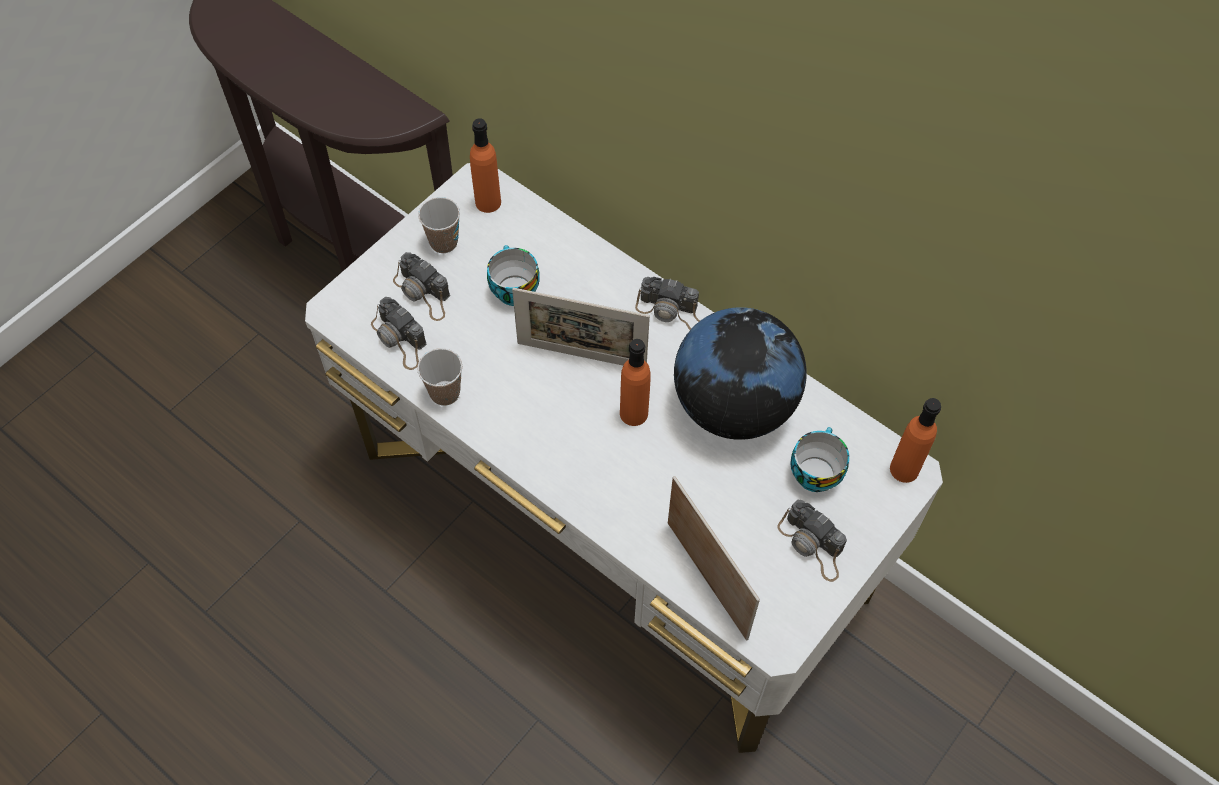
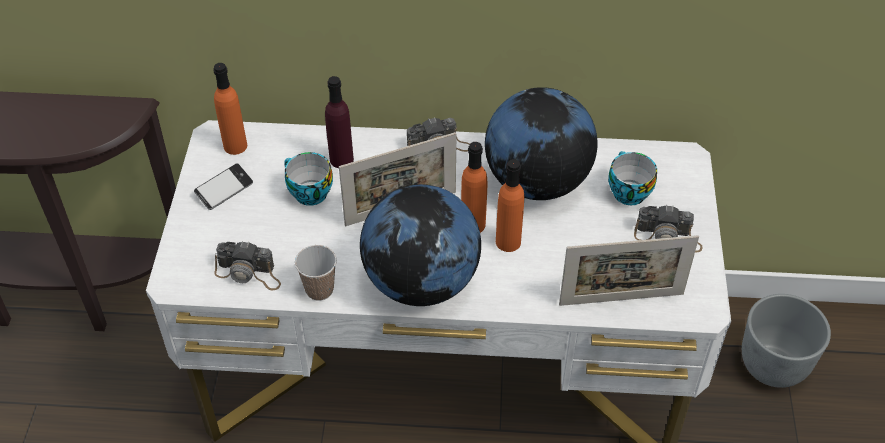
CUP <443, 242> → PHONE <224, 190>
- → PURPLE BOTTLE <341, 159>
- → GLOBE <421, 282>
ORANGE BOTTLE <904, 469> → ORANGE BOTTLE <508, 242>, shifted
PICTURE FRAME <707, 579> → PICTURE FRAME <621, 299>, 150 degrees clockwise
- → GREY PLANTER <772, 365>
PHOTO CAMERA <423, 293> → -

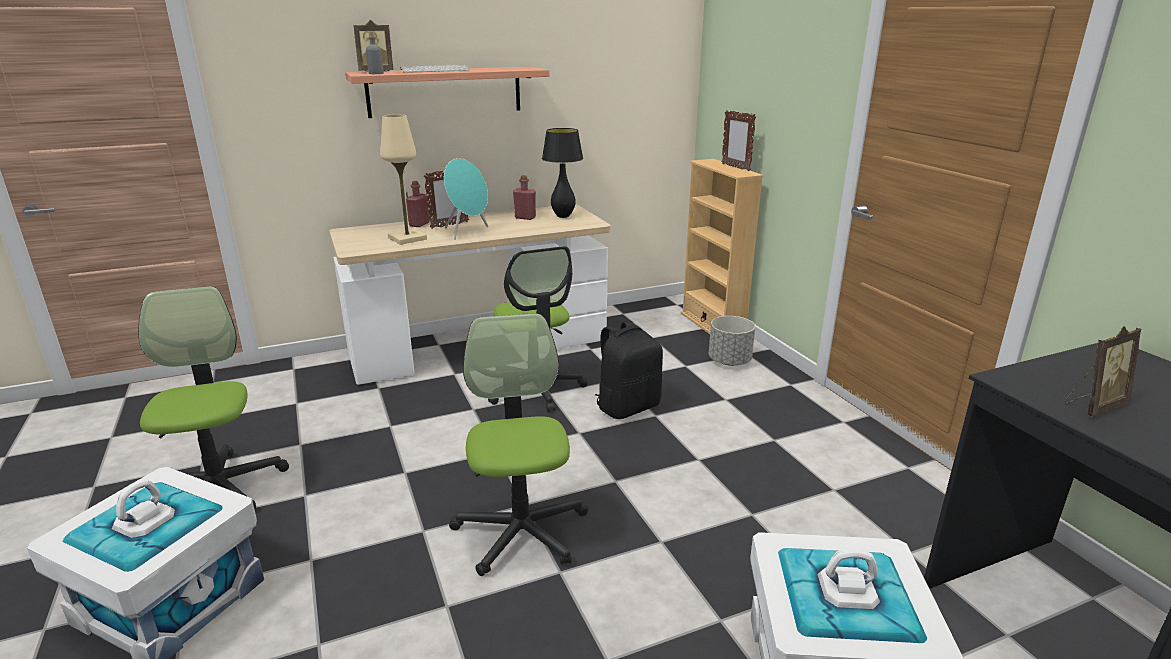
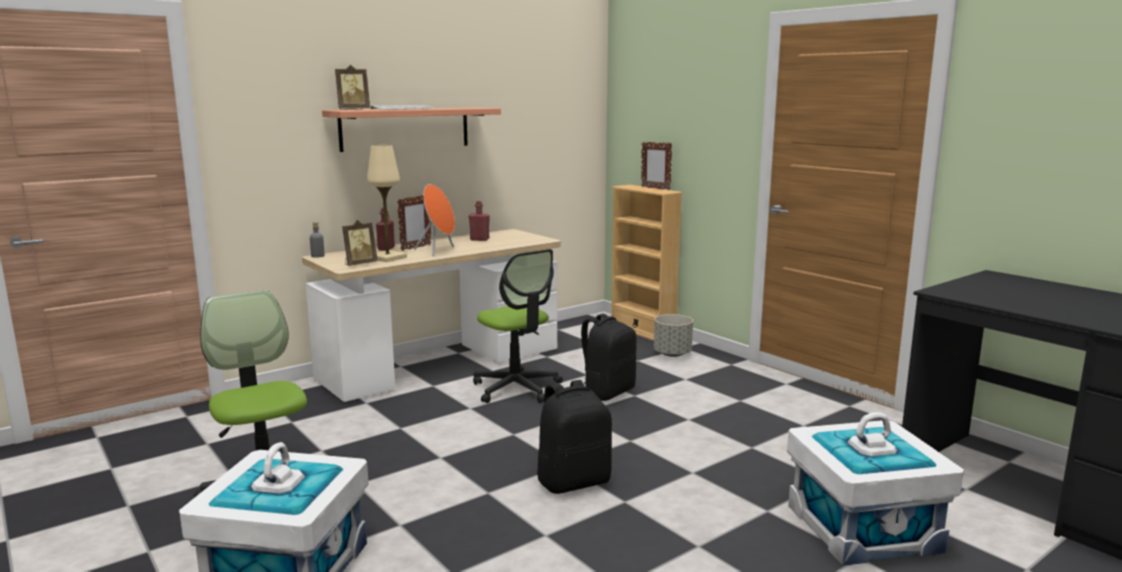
GREY BOTTLE <376, 73> → GREY BOTTLE <317, 256>, shifted
PICTURE FRAME <1093, 405> → PICTURE FRAME <359, 264>, shifted
TURQUOISE SPEAKER <467, 232> → ORANGE SPEAKER <438, 251>
OFFICE CHAIR <521, 531> → BLACK BACKPACK <574, 481>
BLACK TABLE LAMP <563, 216> → -

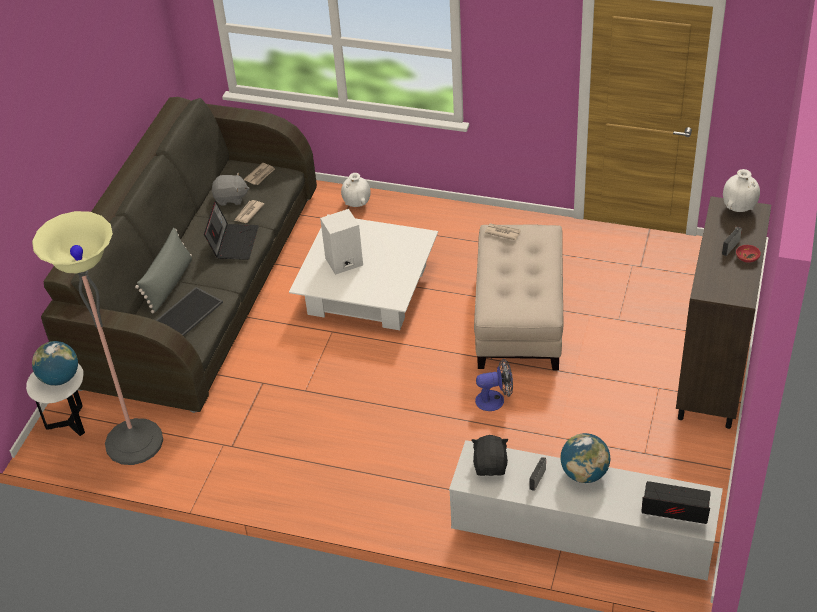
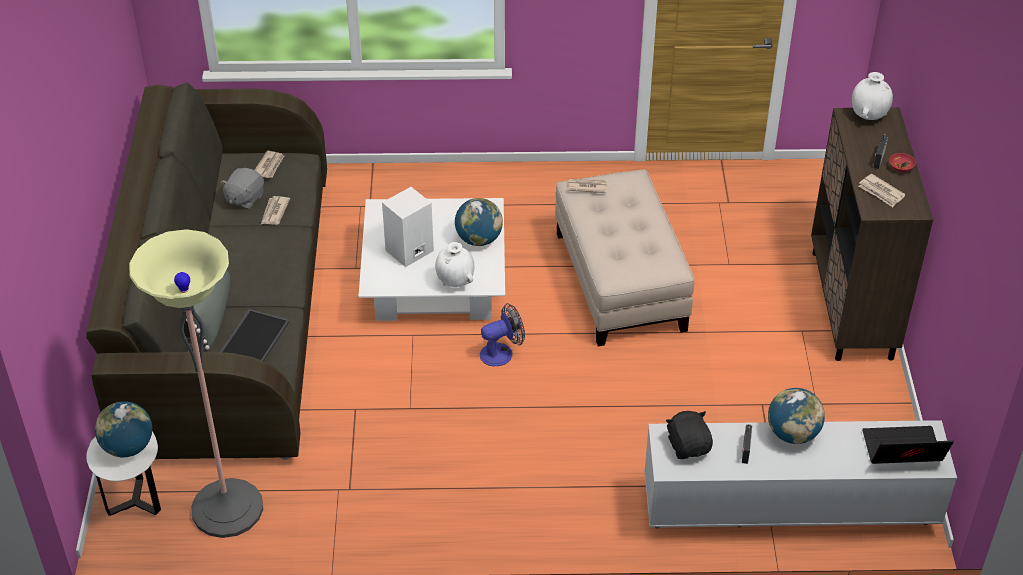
GREY PLUSH TOY <231, 198> → GREY PLUSH TOY <244, 198>, 135 degrees clockwise
WHITE VASE <357, 204> → WHITE VASE <455, 282>, shifted
- → GLOBE <479, 239>
FAN <495, 400> → FAN <502, 352>, shifted
- → NEWSPAPER <881, 192>
LAPTOP <233, 242> → -

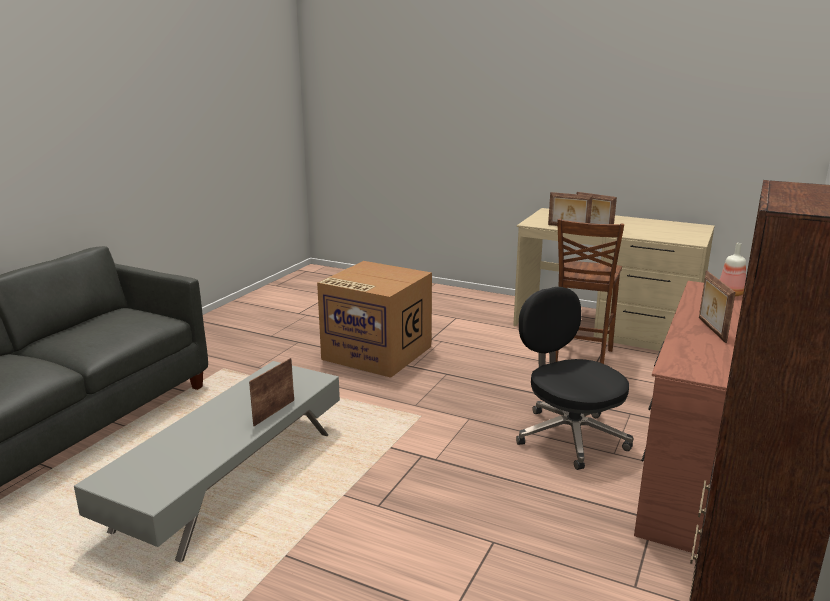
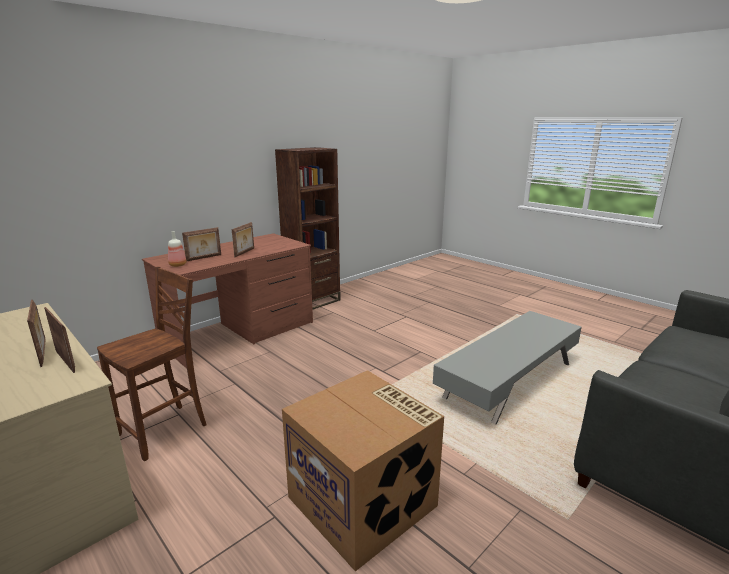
PICTURE FRAME <273, 412> → PICTURE FRAME <204, 258>, shifted
BLACK OFFICE CHAIR <569, 436> → -

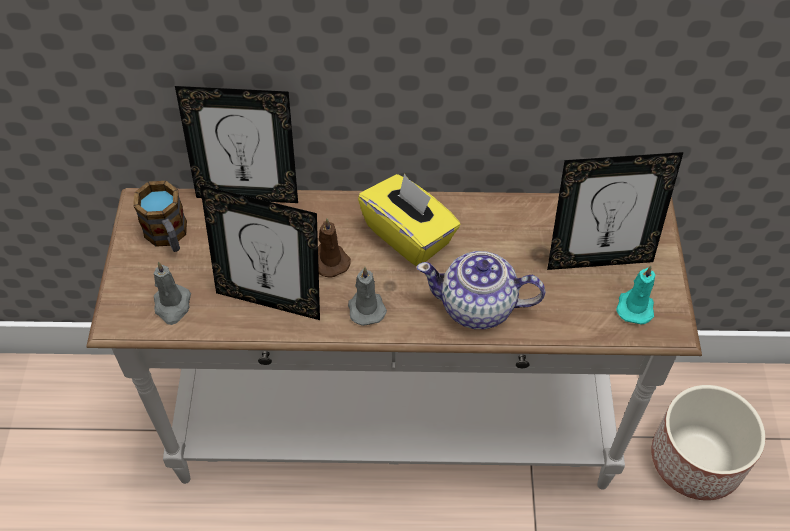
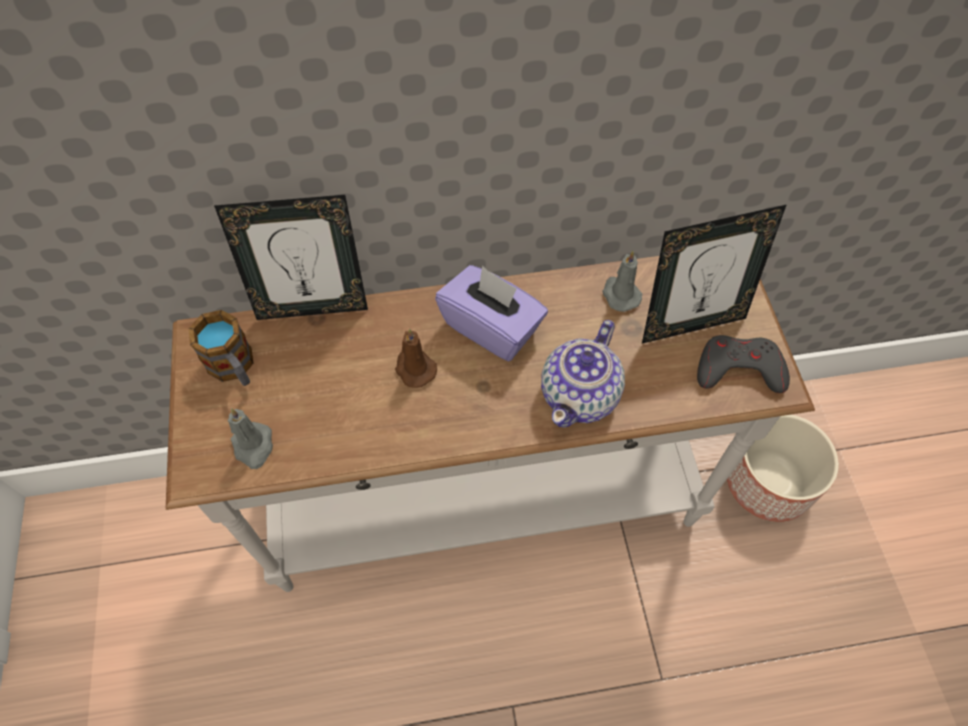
YELLOW TISSUE BOX <409, 235> → PURPLE TISSUE BOX <492, 327>
TEAPOT <478, 307> → TEAPOT <580, 395>, 60 degrees counterclockwise
GREY CANDLE <366, 307> → GREY CANDLE <620, 294>, shifted
TURQUOISE CANDLE <635, 306> → GREY GAME CONTROLLER <738, 369>
PICTURE FRAME <270, 299> → -

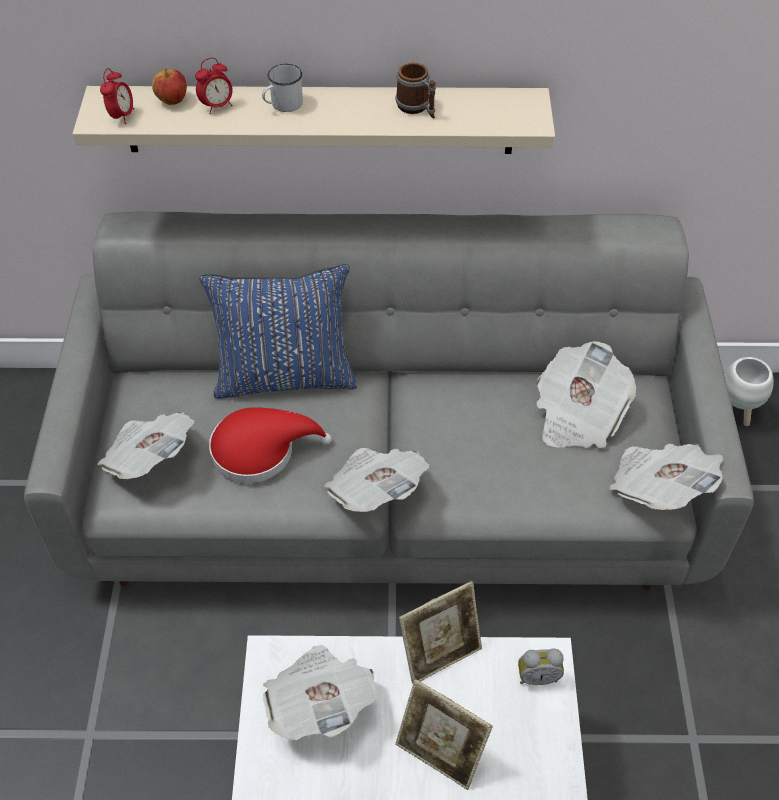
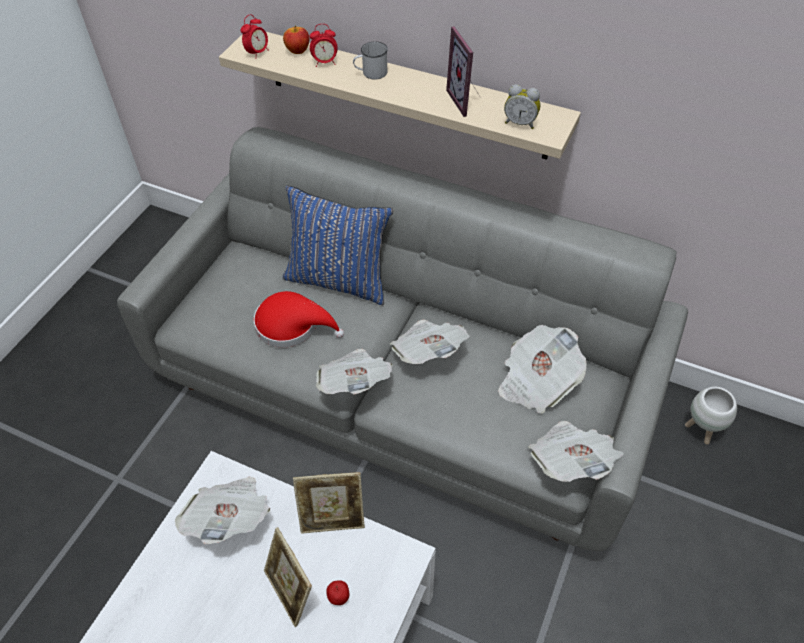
- → APPLE <339, 598>
NEWSPAPER <150, 458> → NEWSPAPER <428, 352>, shifted
MUG <417, 108> → PICTURE FRAME <467, 100>
ALARM CLOCK <537, 676> → ALARM CLOCK <520, 123>, shifted

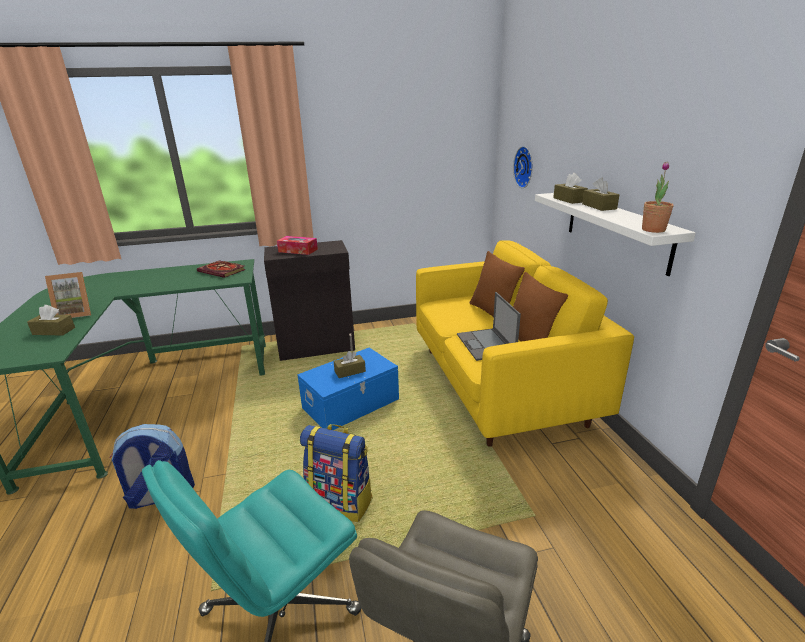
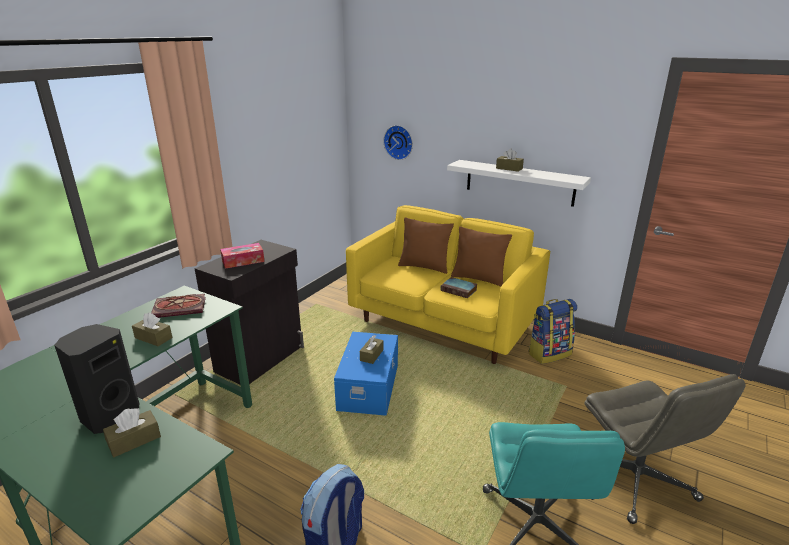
PICTURE FRAME <76, 313> → BLACK SPEAKER <109, 415>
BROWN TISSUE BOX <569, 200> → BROWN TISSUE BOX <153, 338>, shifted
LAPTOP <486, 344> → BOOK <459, 290>
BACKPACK <341, 502> → BACKPACK <549, 353>, shifted
POTTED PLANT <653, 230> → -

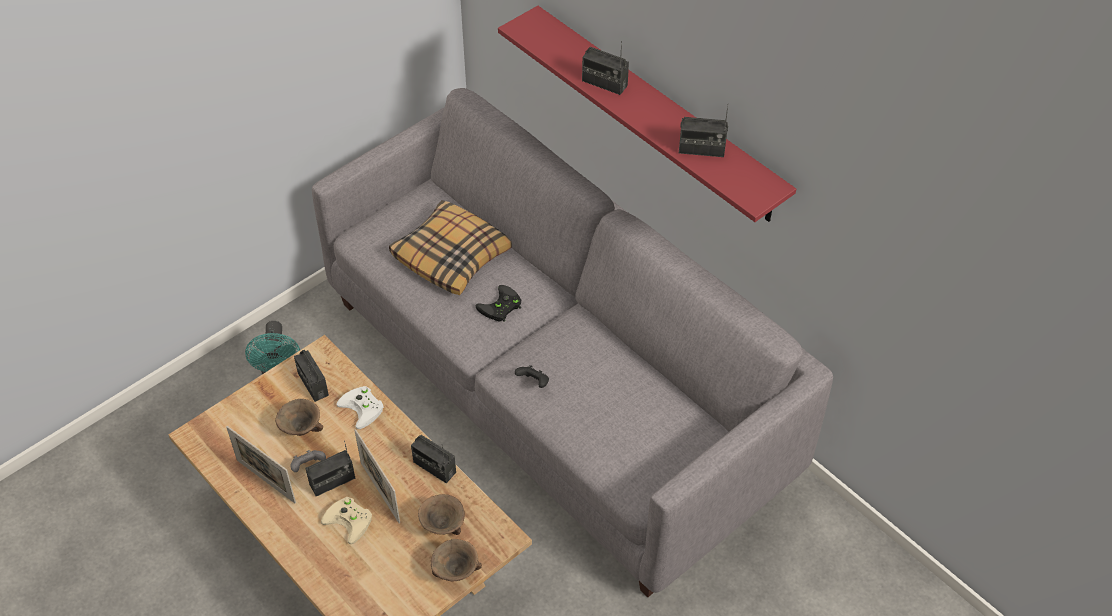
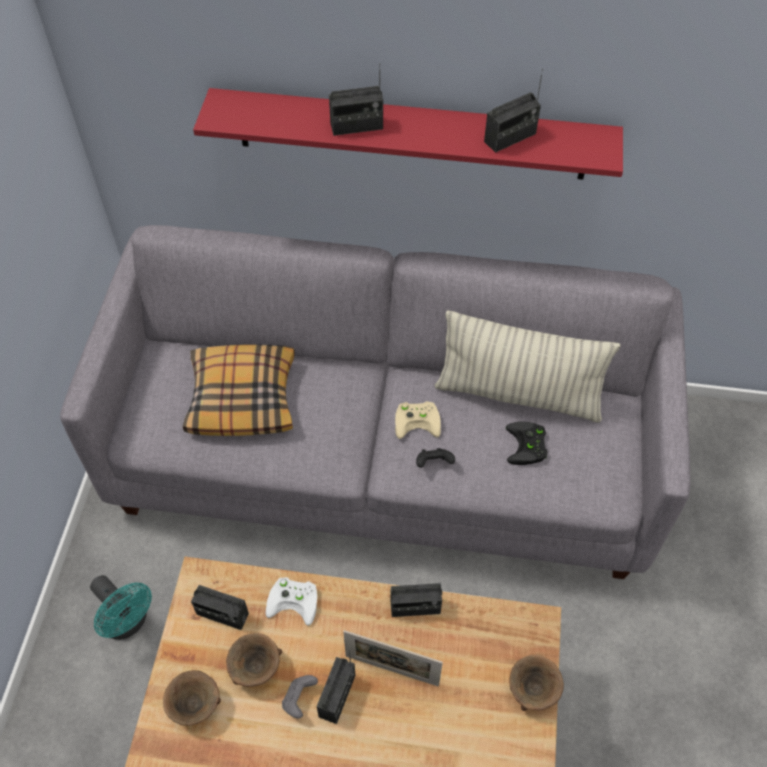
BROWN BOWL <442, 526> → BROWN BOWL <194, 706>, shifted
BEIGE GAME CONTROLLER <351, 521> → BEIGE GAME CONTROLLER <418, 420>, shifted
- → PILLOW <518, 394>
BLACK GAME CONTROLLER <500, 307> → BLACK GAME CONTROLLER <528, 447>, shifted
PICTURE FRAME <266, 481> → -

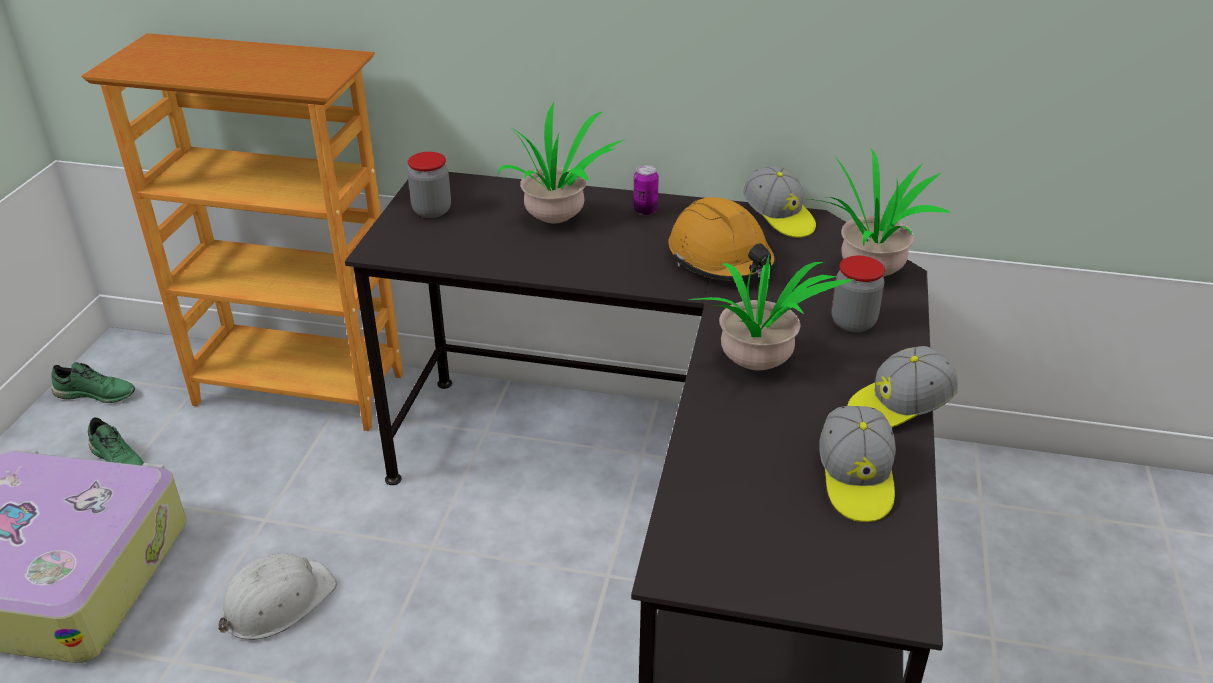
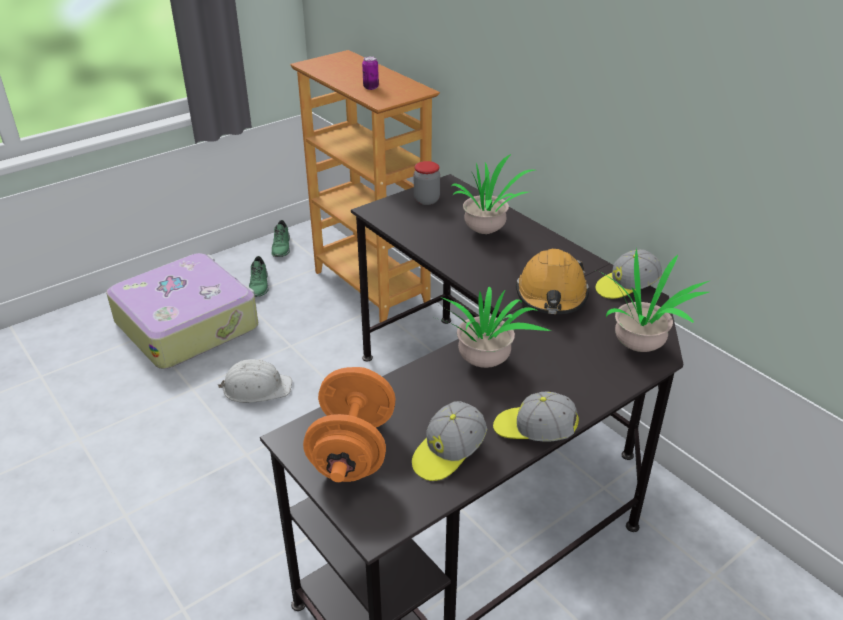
GREEN SHOE <97, 394> → GREEN SHOE <282, 247>, 45 degrees clockwise
- → ORANGE DUMBBELL <352, 450>
CAN <645, 211> → CAN <371, 87>, shifted
CAP <779, 218> → CAP <626, 286>, 60 degrees clockwise
JAR <853, 322> → -

